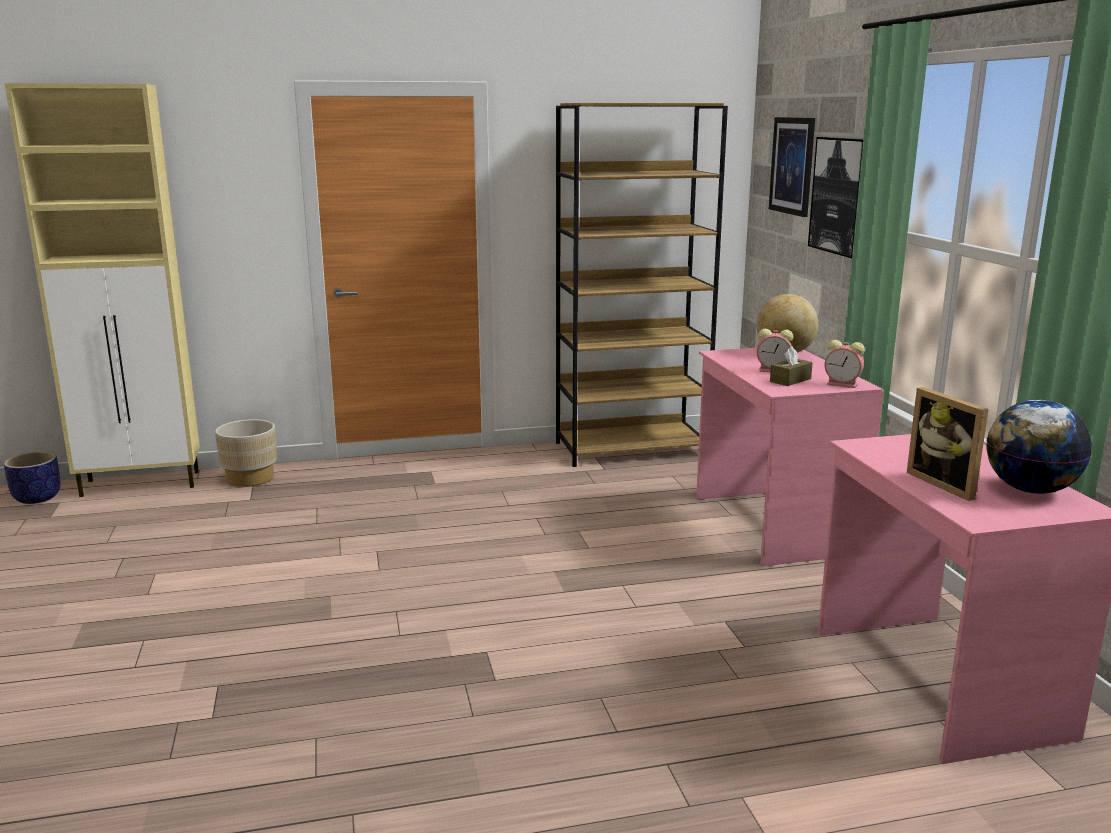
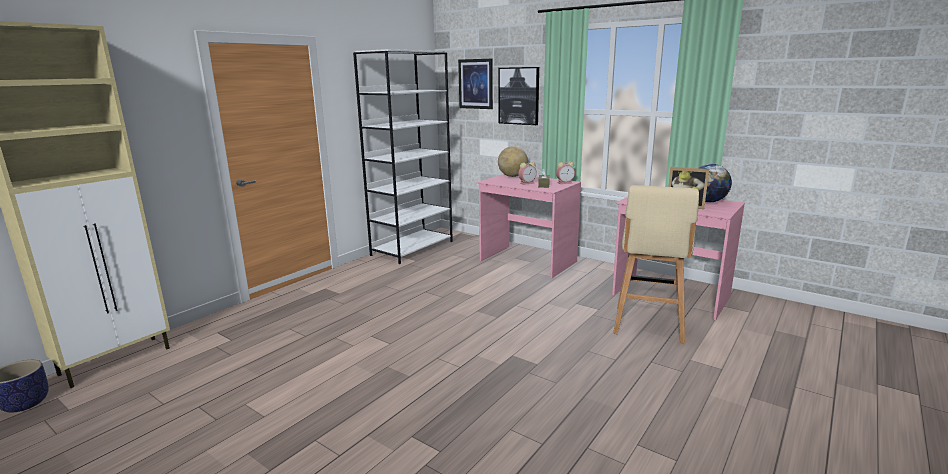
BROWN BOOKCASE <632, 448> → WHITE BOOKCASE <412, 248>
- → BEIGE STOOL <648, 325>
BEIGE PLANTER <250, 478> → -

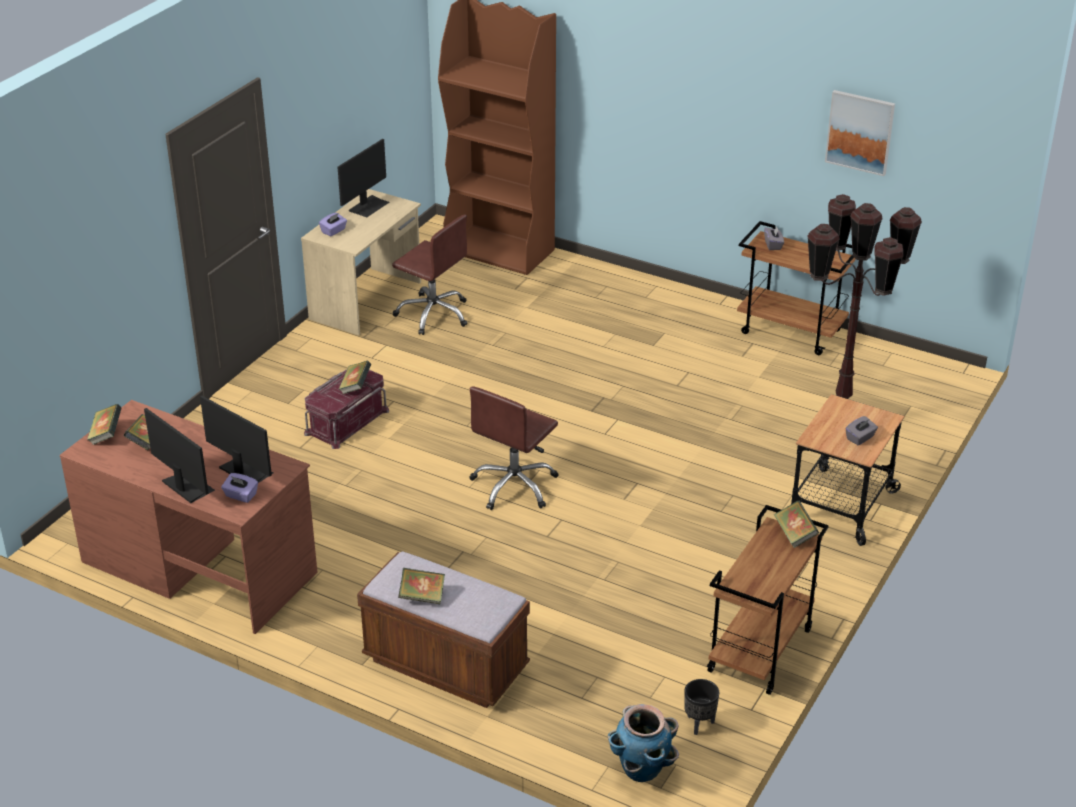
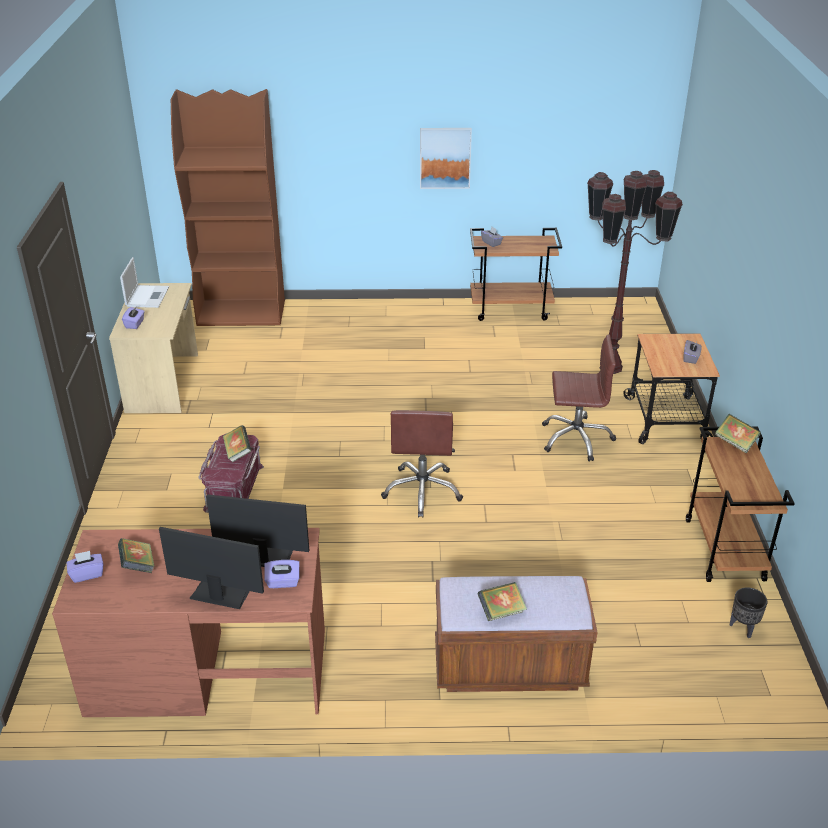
BOOK <106, 435> → PURPLE TISSUE BOX <87, 574>
MONITOR <368, 206> → LAPTOP <147, 296>
PICTURE <860, 132> → PICTURE <445, 158>, shifted
BROWN OFFICE CHAIR <433, 314> → BROWN OFFICE CHAIR <576, 438>, shifted
PLANTER <641, 770> → -

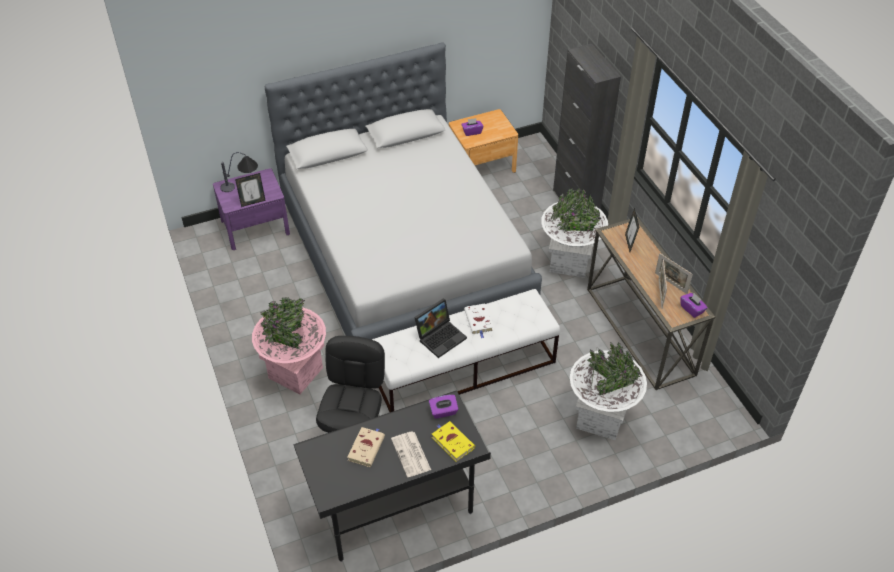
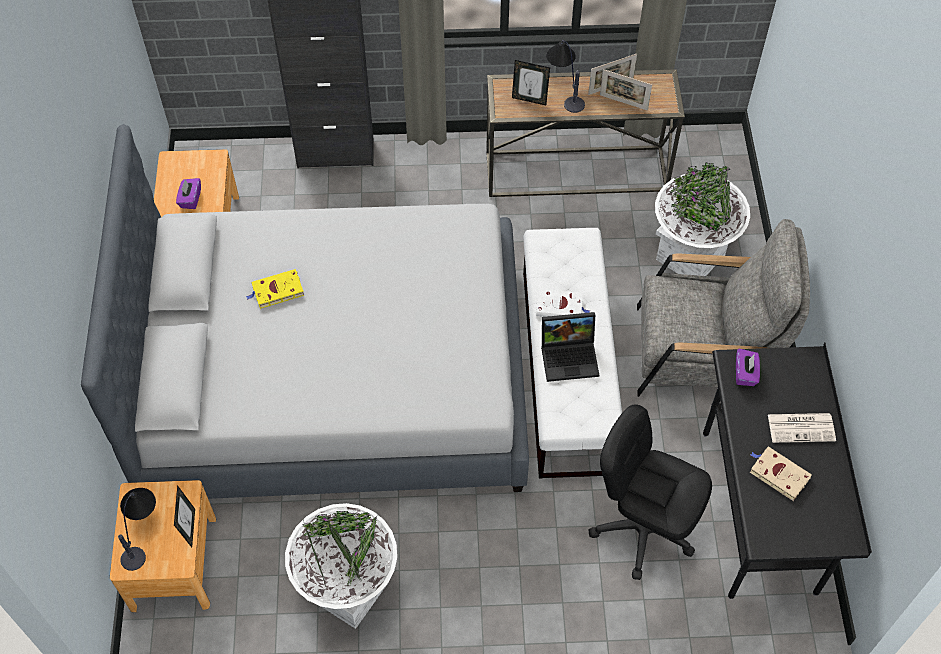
PURPLE NIGHTSTAND <255, 227> → BROWN NIGHTSTAND <173, 563>
YELLOW BOOK <452, 442> → YELLOW BOOK <276, 291>, shifted
WHITE PLANTER <569, 262> → WHITE PLANTER <348, 590>, shifted
LAPTOP <441, 336> → LAPTOP <570, 356>, 105 degrees clockwise
- → TABLE LAMP <564, 90>
- → GREY ARMCHAIR <706, 354>
PINK PLANTER <295, 373> → -
PURPLE TISSUE BOX <692, 309> → -

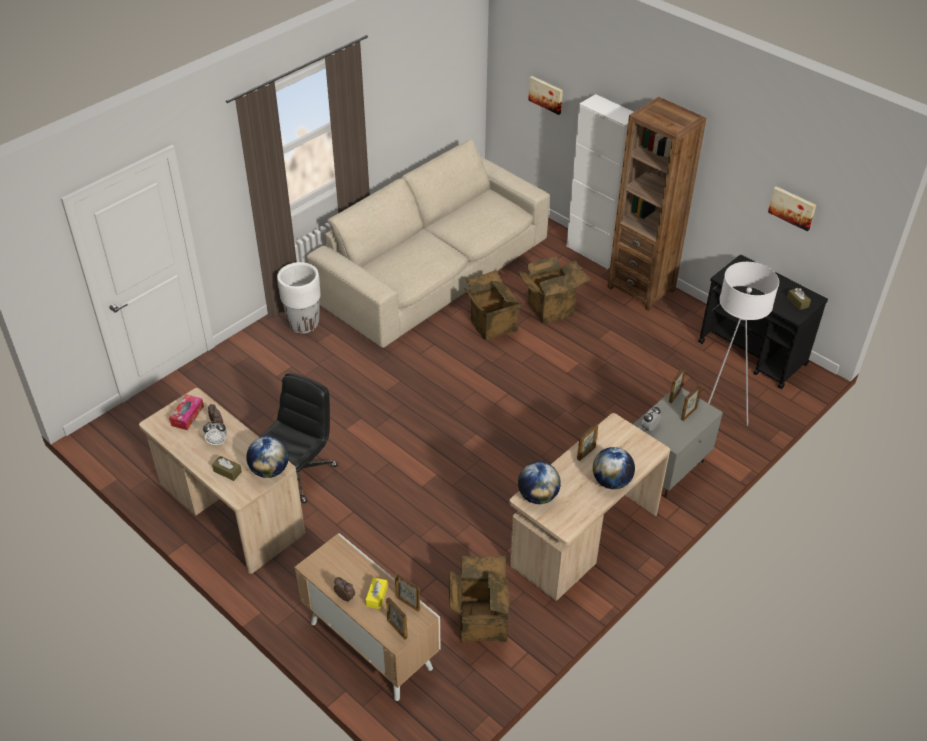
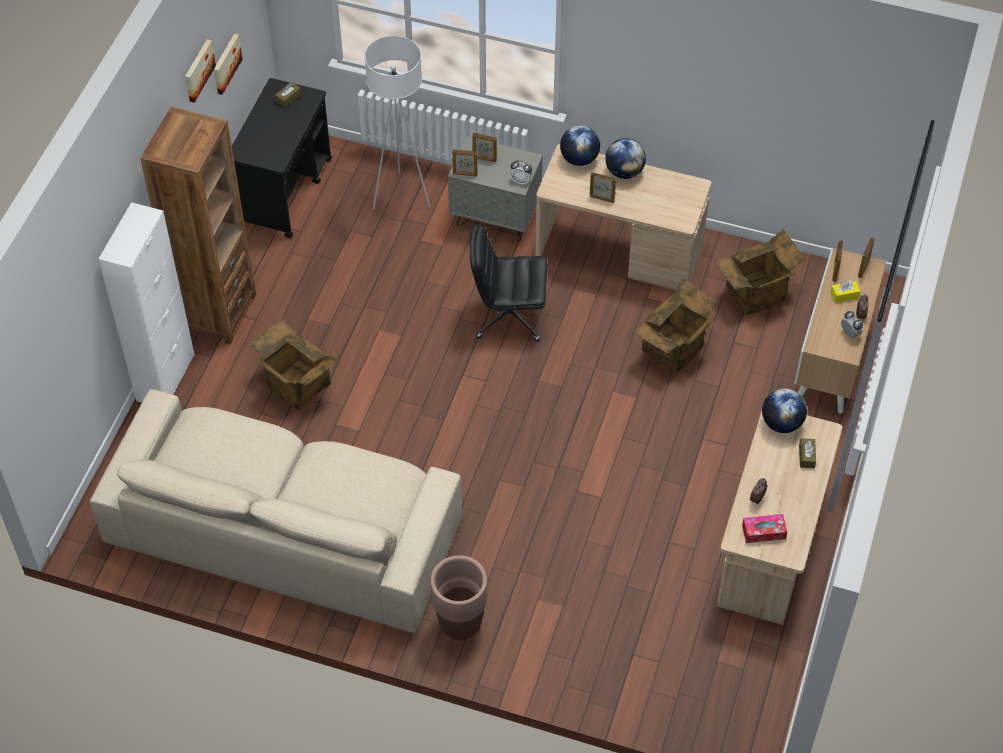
PICTURE <546, 94> → PICTURE <198, 70>, shifted
WHITE PLANTER <304, 324> → BROWN PLANTER <460, 624>
BLACK OFFICE CHAIR <298, 472> → BLACK OFFICE CHAIR <508, 316>, shifted
GLOBE <538, 496> → GLOBE <579, 159>, shifted
CARDBOARD BOX <491, 325> → CARDBOARD BOX <674, 349>, shifted
ALARM CLOCK <217, 442> → ALARM CLOCK <850, 334>, shifted

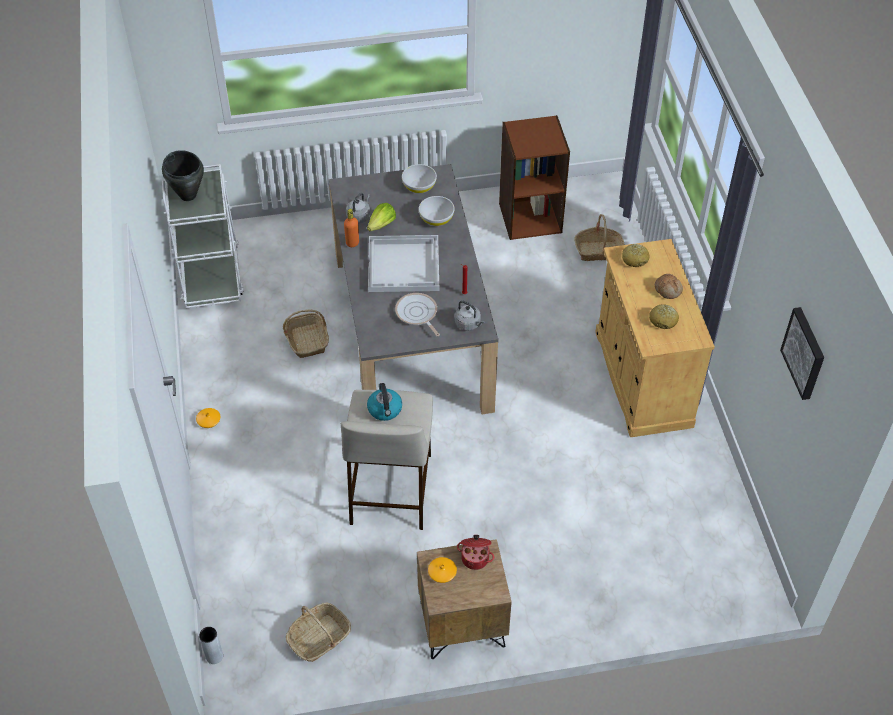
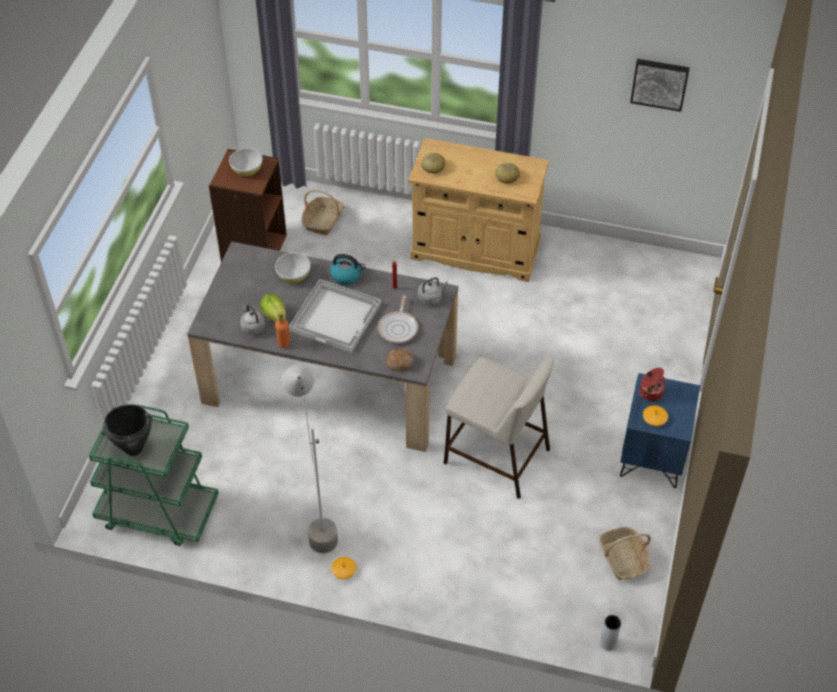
WHITE CART <211, 275> → GREEN CART <157, 512>
WHITE BOWL <419, 186> → WHITE BOWL <247, 169>, shifted
- → GREY FLOOR LAMP <317, 520>
KETTLE <385, 410> → KETTLE <346, 275>, shifted
FRYING PAN <417, 314> → FRYING PAN <398, 327>, 75 degrees counterclockwise
BREAD <668, 289> → BREAD <400, 362>, shifted
BROWN NIGHTSTAND <462, 625> → BLUE NIGHTSTAND <653, 456>
BASKET <307, 340> → -

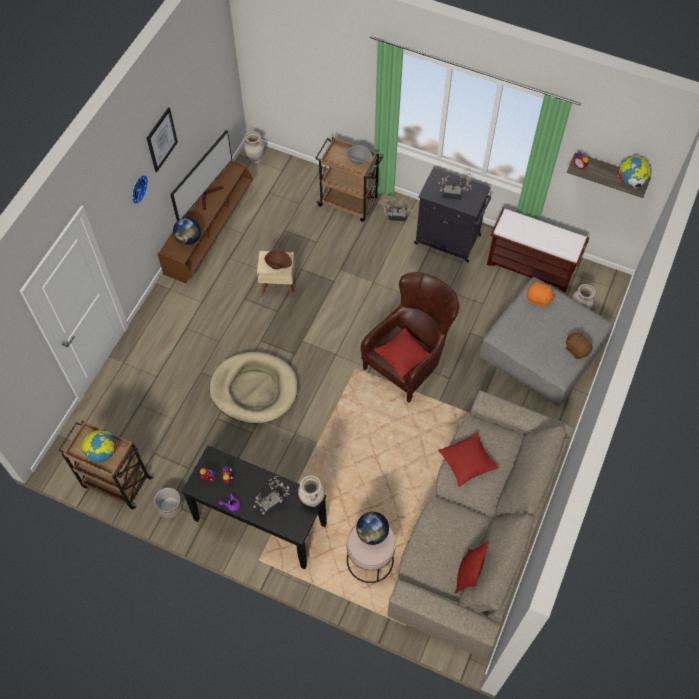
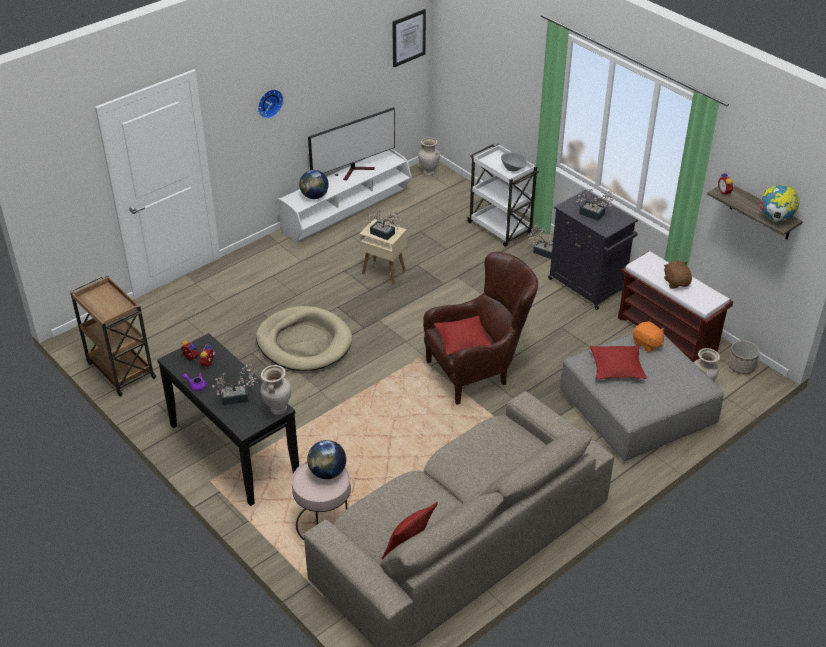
BROWN TV STAND <210, 231> → WHITE TV STAND <347, 211>
BROWN BOWL <279, 265> → POTTED PLANT <384, 234>
PICTURE <161, 139> → PICTURE <408, 38>, shifted
BROWN CART <349, 203> → WHITE CART <500, 228>
RED PILLOW <467, 461> → RED PILLOW <616, 368>, shifted
BROWN PLUSH TOY <577, 349> → BROWN PLUSH TOY <676, 282>, shifted
PLANTER <170, 507> → PLANTER <741, 367>, shifted
GLOBE <102, 452> → -

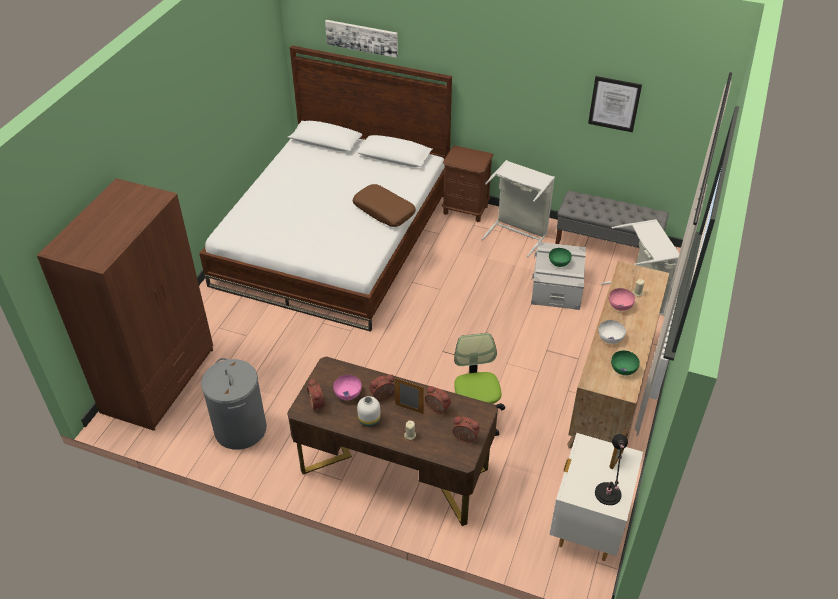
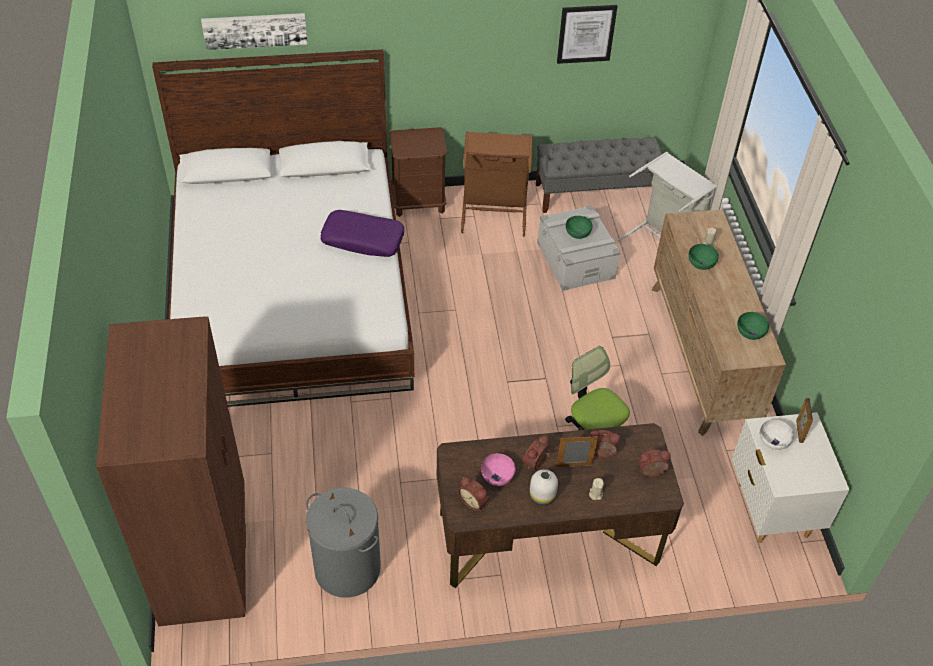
BROWN PILLOW <384, 211> → PURPLE PILLOW <363, 239>
GREY LAUNDRY BASKET <517, 233> → BROWN LAUNDRY BASKET <494, 211>
PINK BOWL <620, 305> → GREEN BOWL <701, 263>
WHITE BOWL <610, 337> → WHITE BOWL <773, 440>, shifted
BLACK TABLE LAMP <607, 496> → -

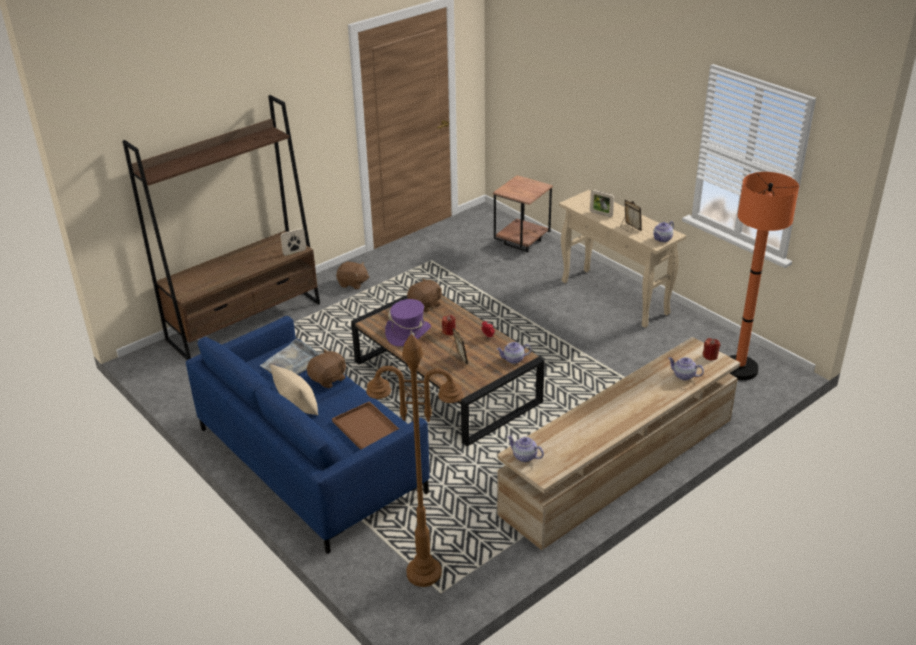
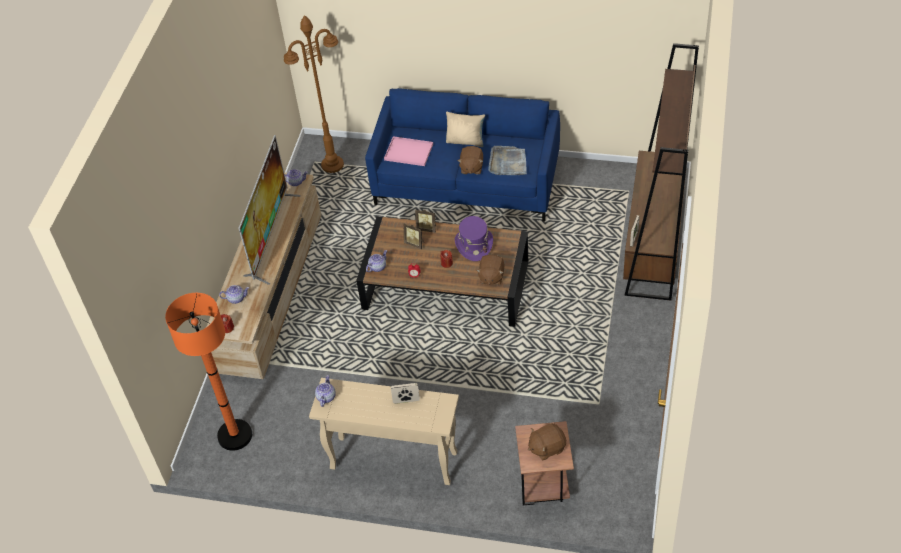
- → TELEVISION <270, 237>
BROWN TRAY <368, 428> → PINK TRAY <407, 152>
PICTURE FRAME <629, 229> → PICTURE FRAME <427, 228>, shifted
BROWN PLUSH TOY <353, 283> → BROWN PLUSH TOY <547, 447>, shifted

